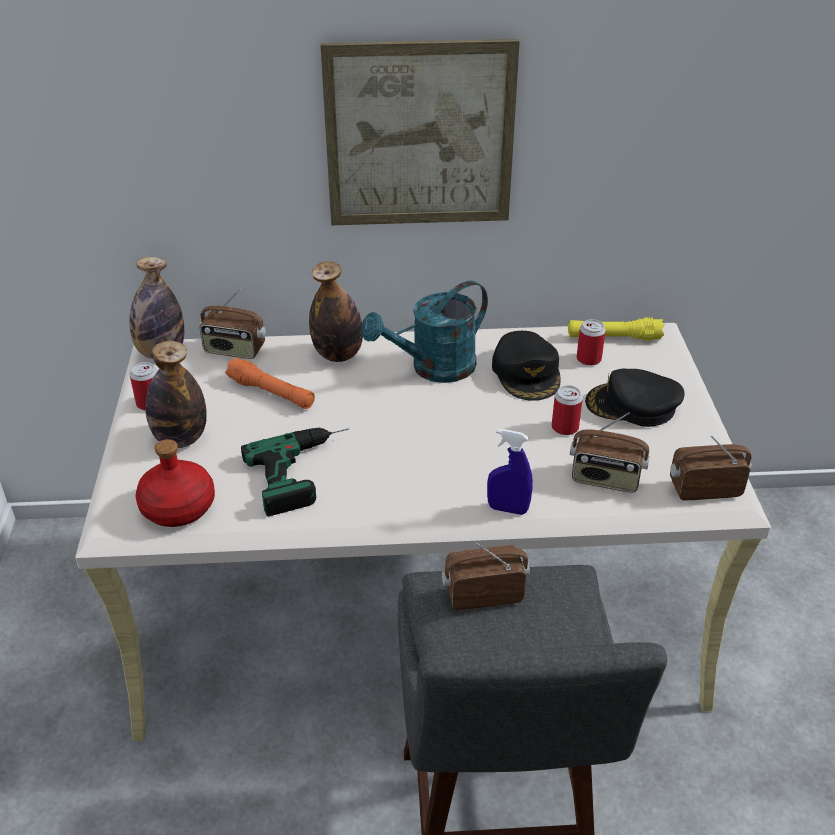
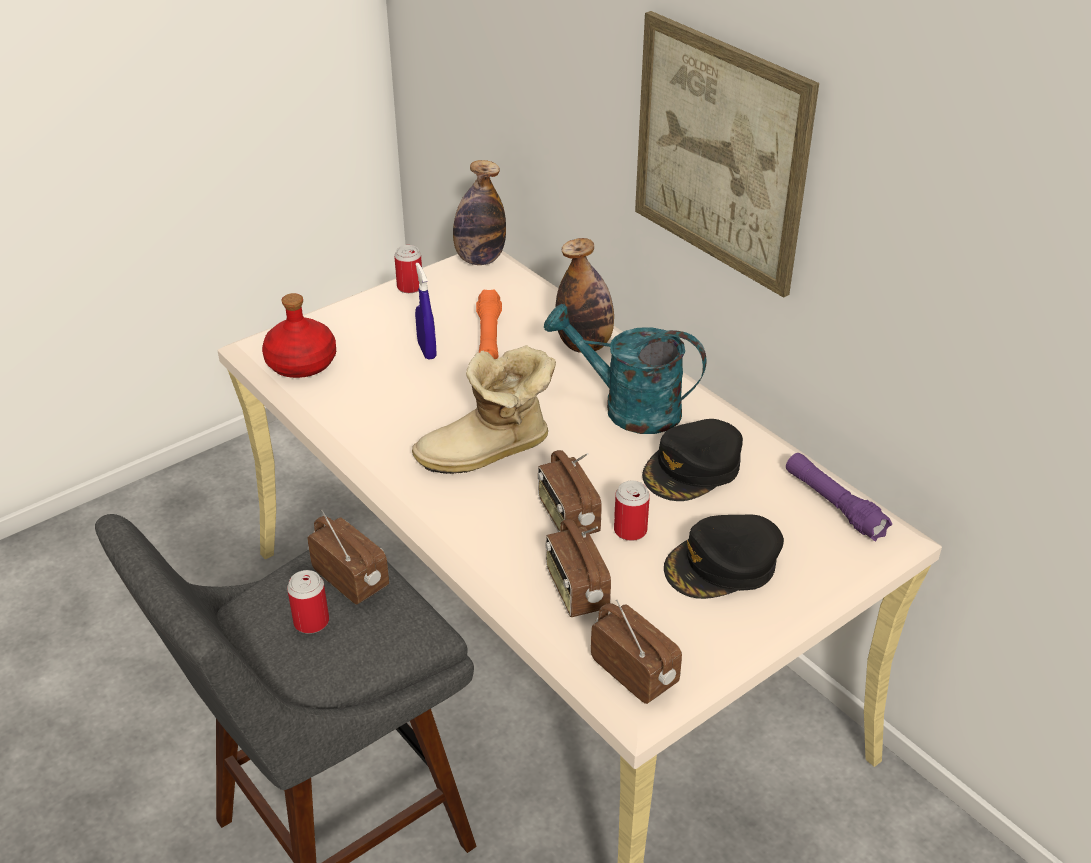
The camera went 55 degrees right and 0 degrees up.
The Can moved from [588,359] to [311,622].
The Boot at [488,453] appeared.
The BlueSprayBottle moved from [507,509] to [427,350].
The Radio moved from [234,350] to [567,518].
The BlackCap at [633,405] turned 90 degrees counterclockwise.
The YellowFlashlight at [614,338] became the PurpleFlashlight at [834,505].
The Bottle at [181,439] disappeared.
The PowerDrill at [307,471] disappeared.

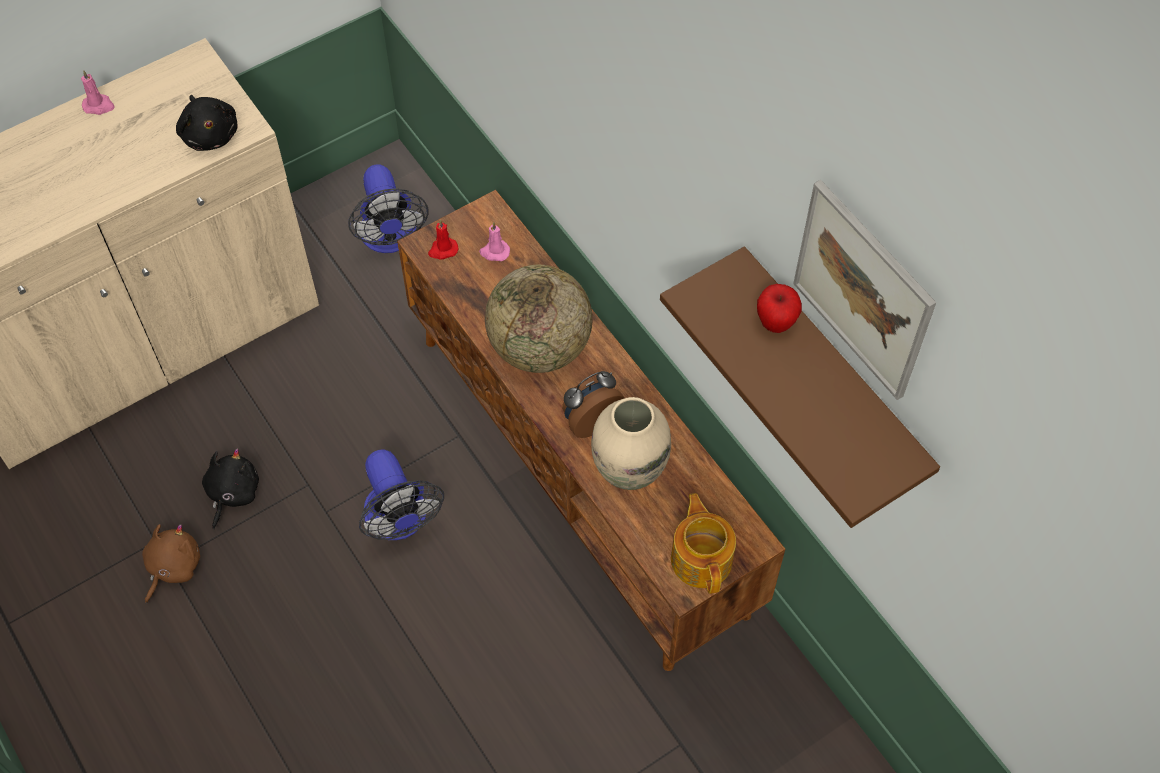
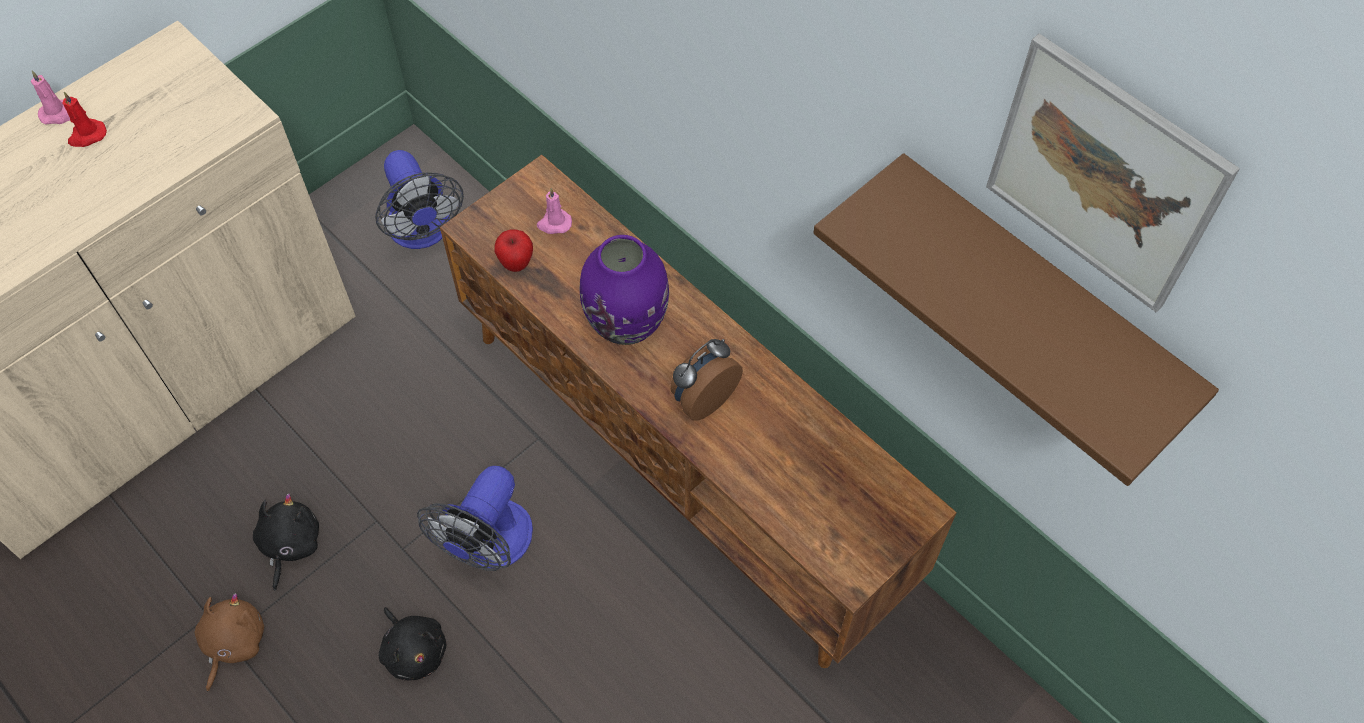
The camera went 10 degrees left and 0 degrees up.
The RedCandle moved from [442,250] to [87,135].
The BlackPlushToy moved from [210,134] to [414,650].
The Fan at [400,521] turned 60 degrees clockwise.
The Apple moved from [776,322] to [516,263].
The Globe at [540,347] was replaced by the PurpleVase at [627,323].
The BeigeVase at [628,469] disappeared.
The Teapot at [702,558] disappeared.

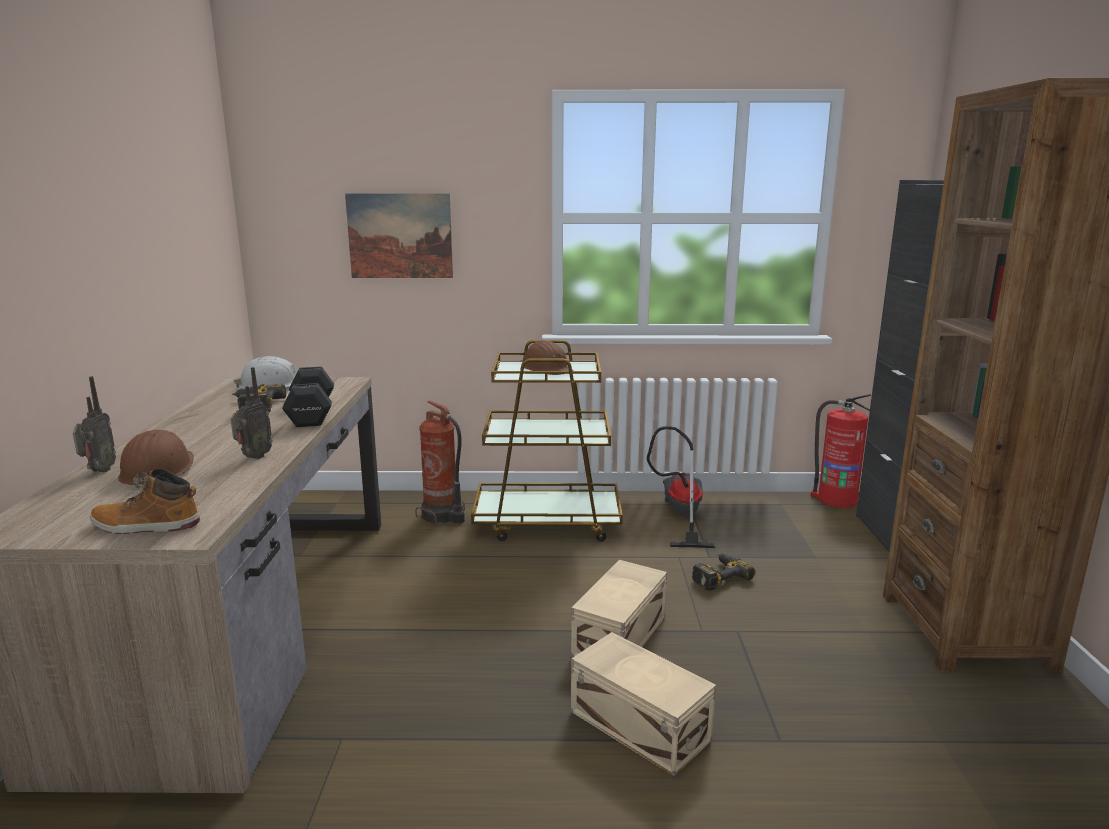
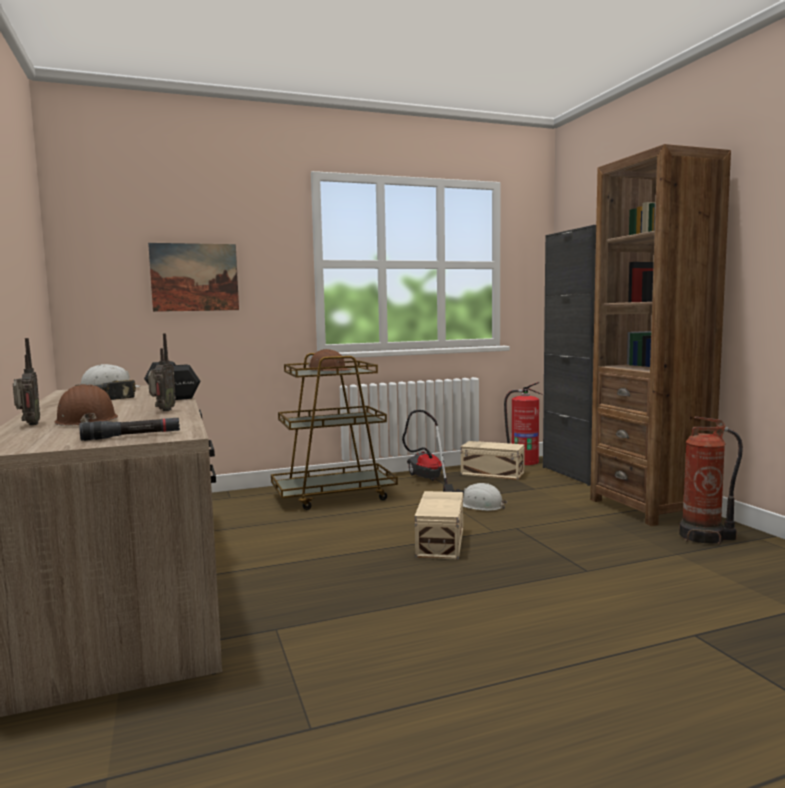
The camera went 20 degrees left and 10 degrees down.
The Boot at [146,526] was replaced by the BlackFlashlight at [131,436].
The BeigeStorageBox moved from [639,723] to [491,473].
The PowerDrill at [717,576] was replaced by the WhiteHardHat at [480,505].
The FireExtinguisher moved from [442,516] to [704,538].

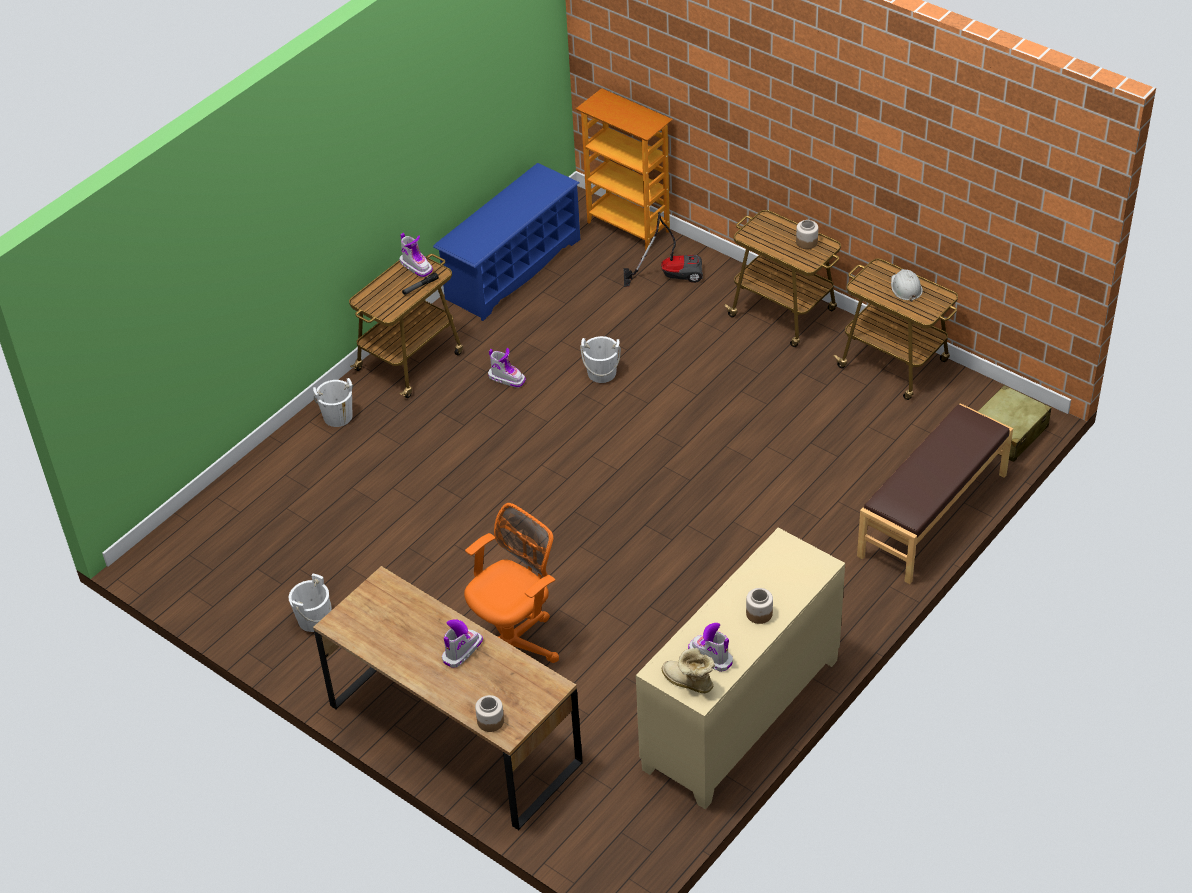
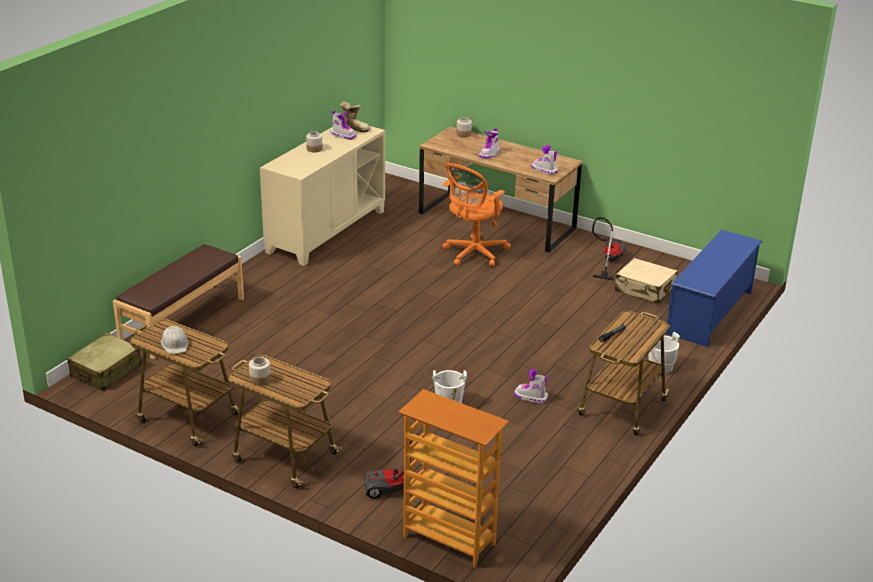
The camera went 170 degrees right and 15 degrees down.
The Boot moved from [416,266] to [544,170].
The WhiteBucket at [314,619] was replaced by the VacuumCleaner at [608,261].
The BeigeSuitcase at [645,290] appeared.
The BlueShoeRack moved from [512,269] to [710,313].

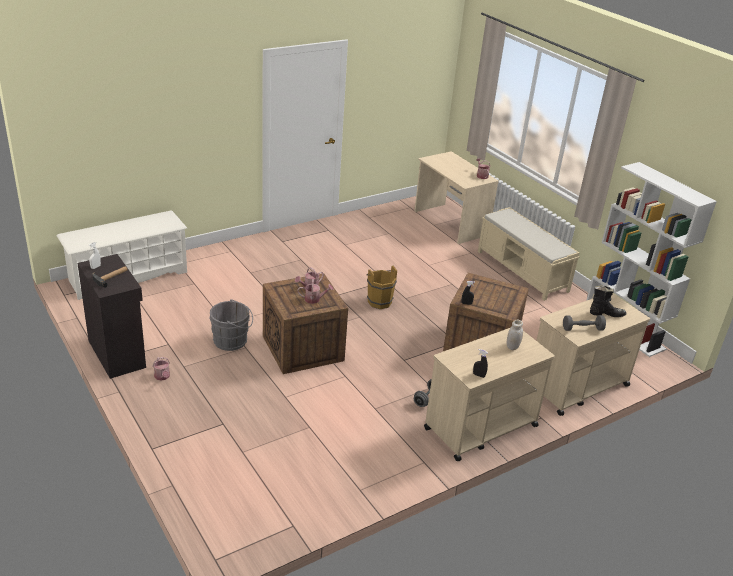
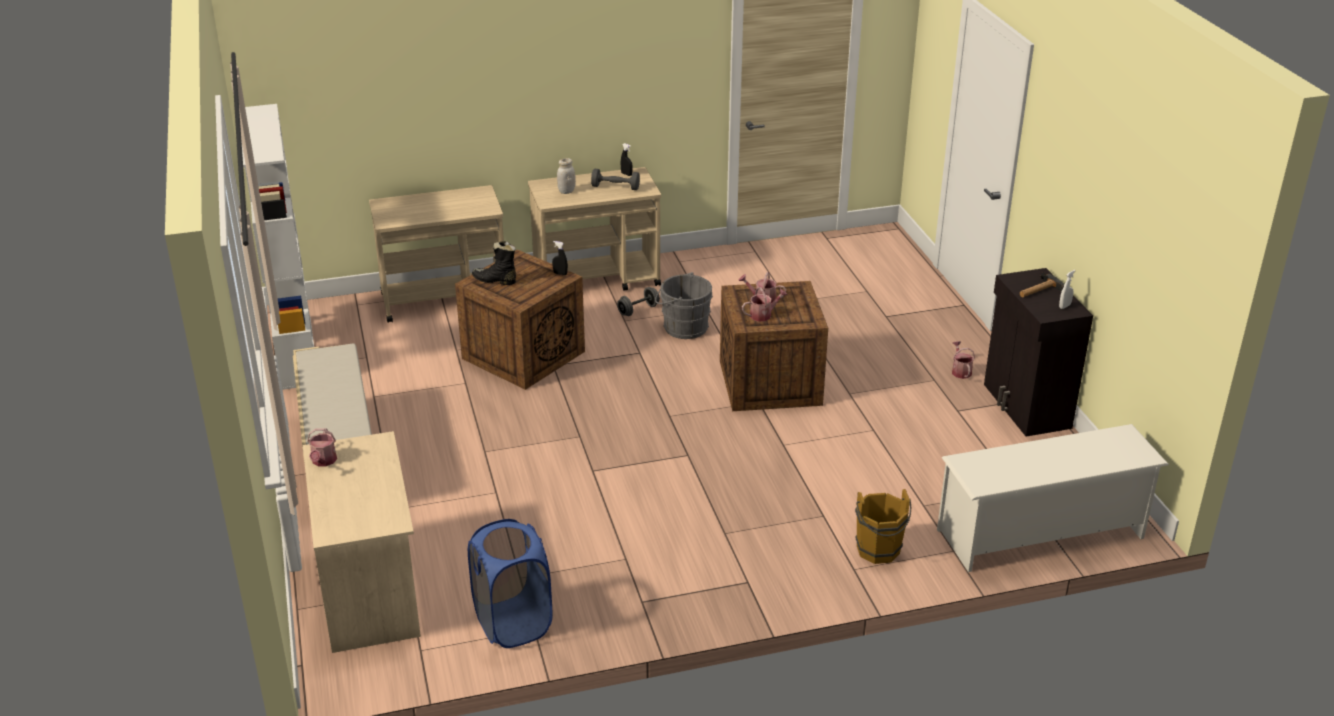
The camera went 160 degrees left and 0 degrees up.
The BlueLaundryBasket at [512,623] appeared.
The BlackBoot moved from [606,314] to [495,280].
The GreyDumbbell moved from [582,329] to [615,187].
The GreyBucket moved from [232,341] to [682,327].
The BrownBucket moved from [378,301] to [878,552].

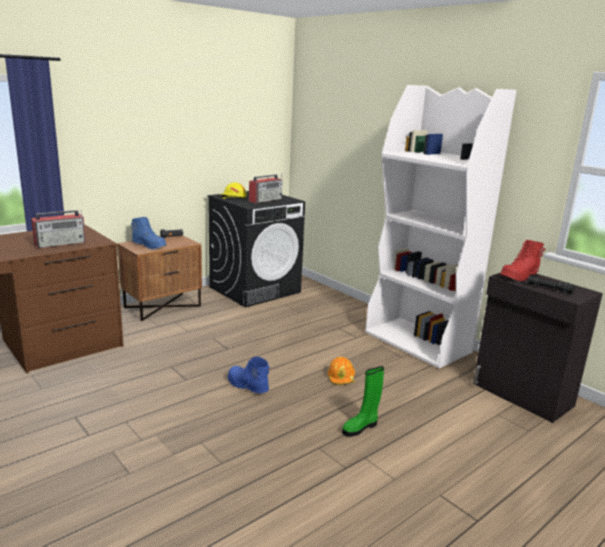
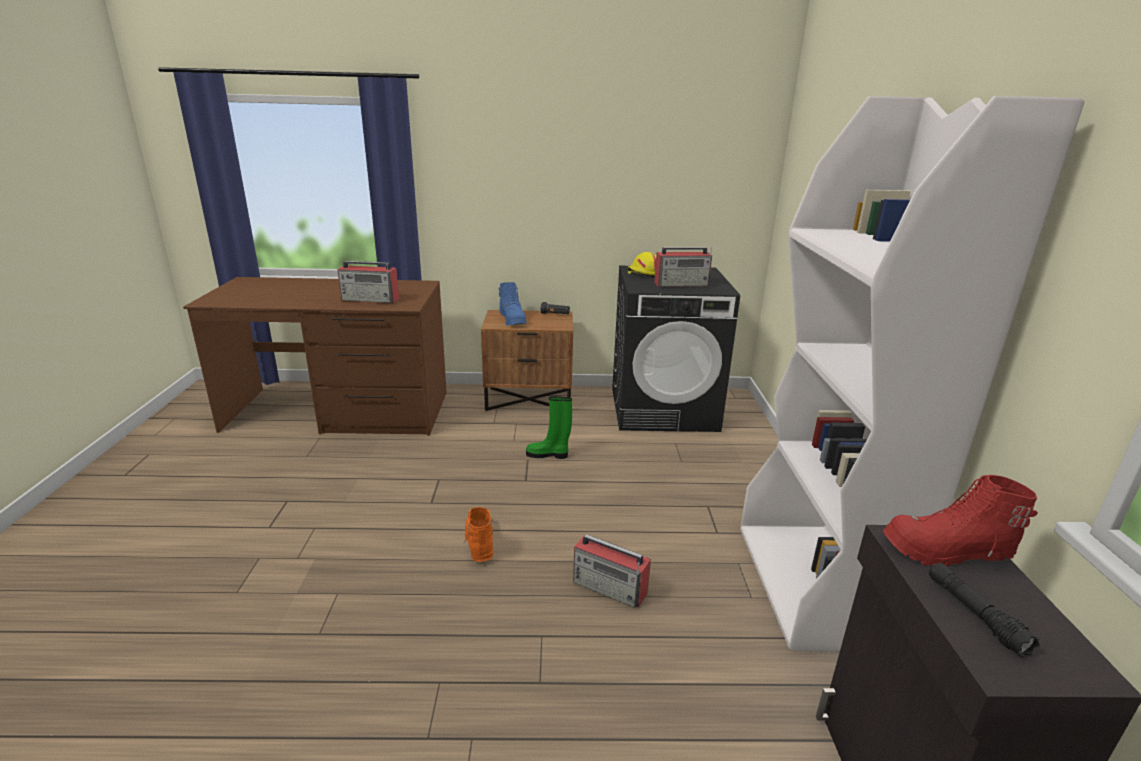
The camera went 40 degrees right and 5 degrees up.
The BlueBoot at [247,386] became the OrangeBoot at [479,542].
The GreenBoot moved from [360,427] to [548,454].
The OrangeHardHat at [341,377] was replaced by the Radio at [610,587].

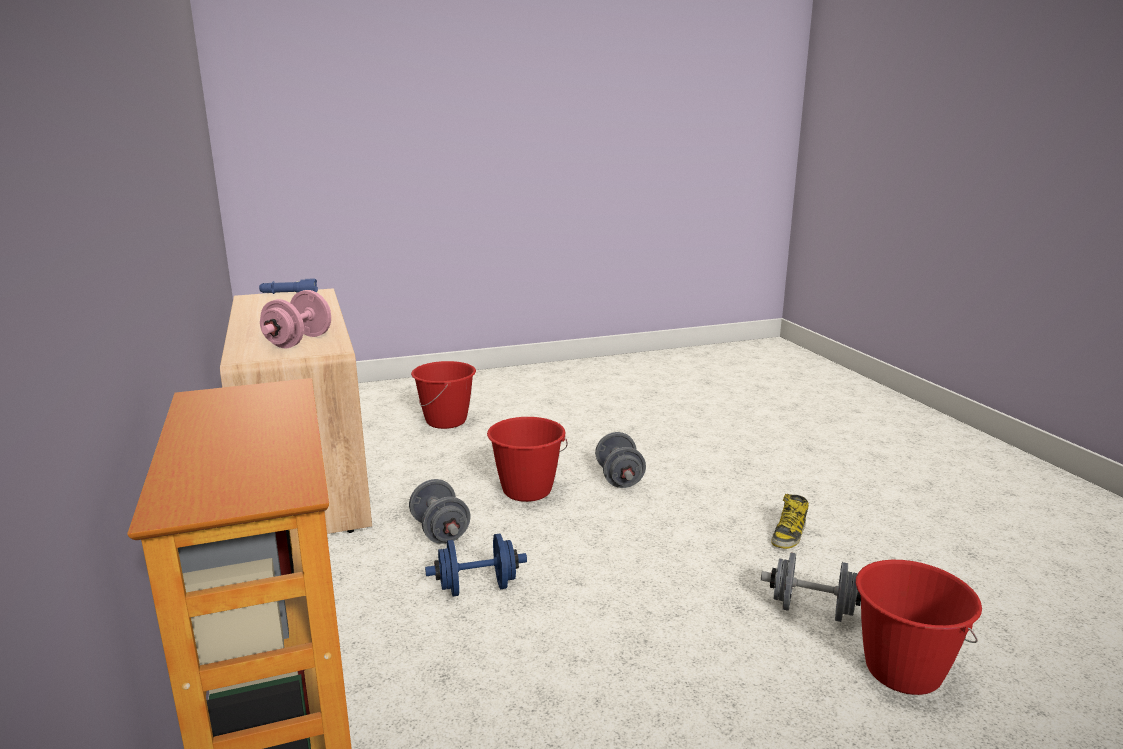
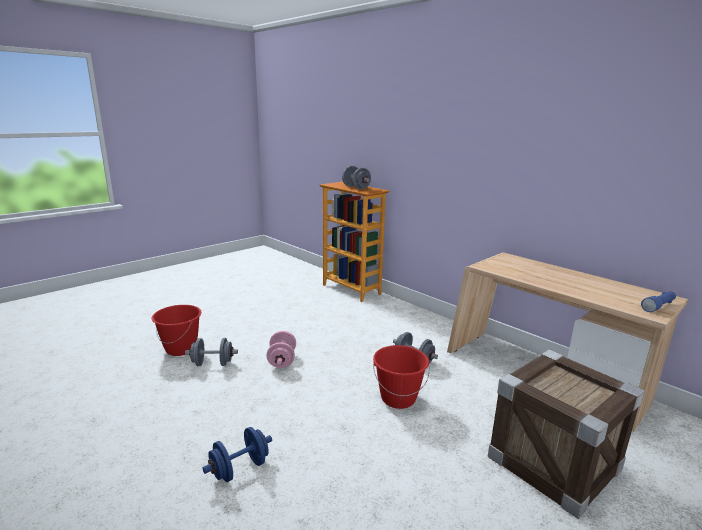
The camera went 155 degrees right and 0 degrees up.
The BlueDumbbell moved from [477,587] to [240,468].
The PinkDumbbell moved from [299,341] to [282,360].
The GreyDumbbell moved from [619,478] to [356,188].
The RedBucket at [446,421] was replaced by the Crate at [553,463].
The Boot at [789,534] disappeared.

